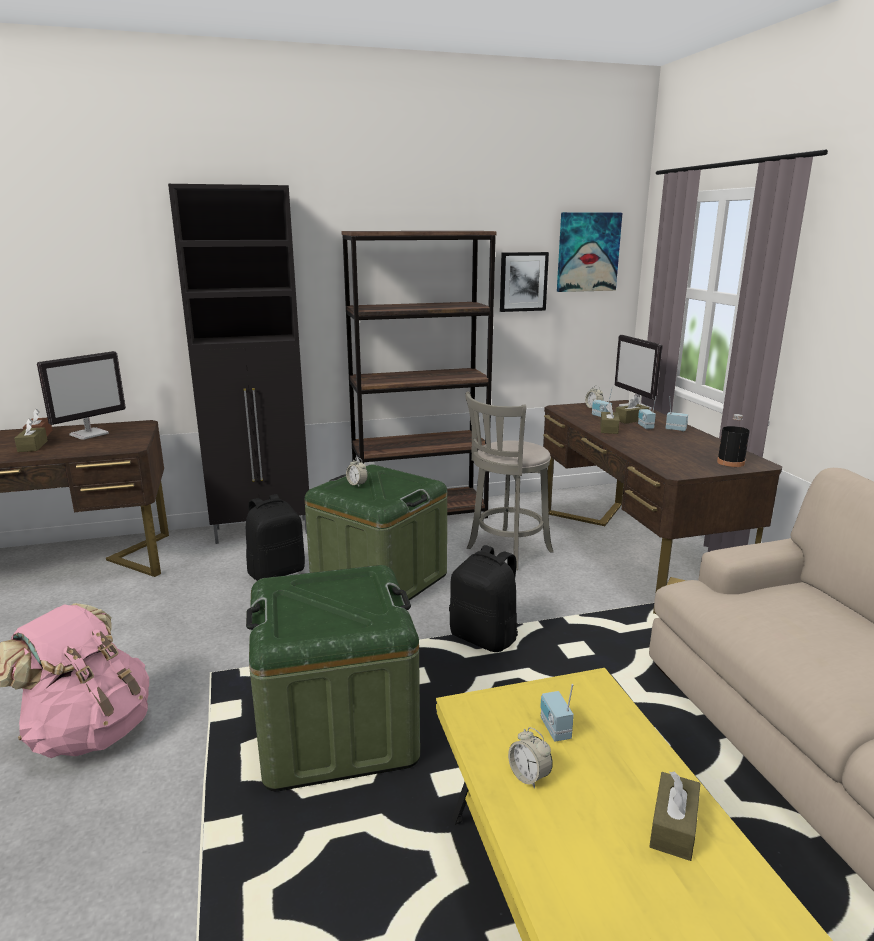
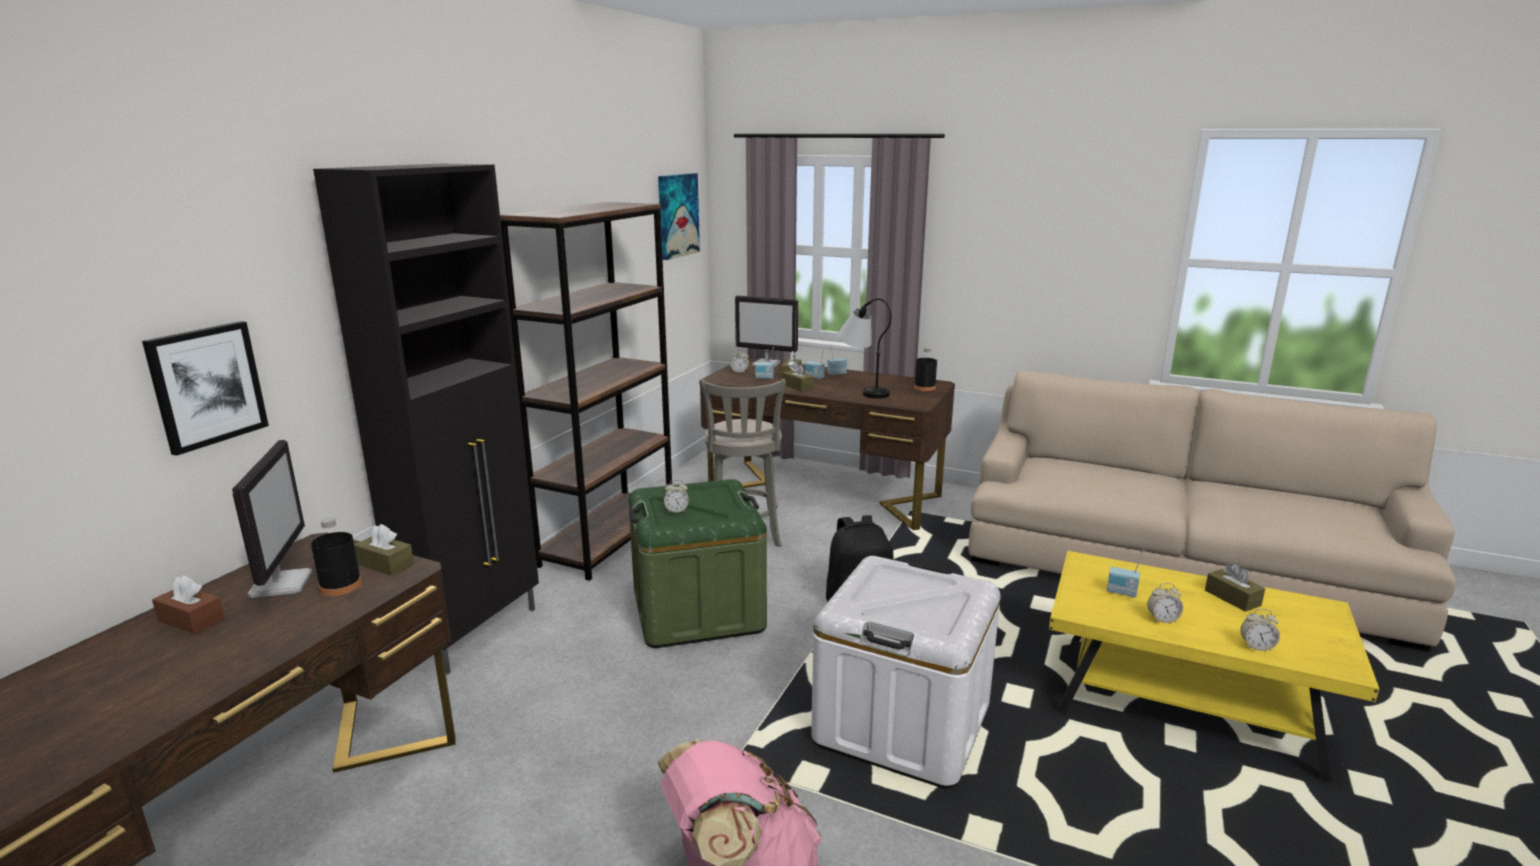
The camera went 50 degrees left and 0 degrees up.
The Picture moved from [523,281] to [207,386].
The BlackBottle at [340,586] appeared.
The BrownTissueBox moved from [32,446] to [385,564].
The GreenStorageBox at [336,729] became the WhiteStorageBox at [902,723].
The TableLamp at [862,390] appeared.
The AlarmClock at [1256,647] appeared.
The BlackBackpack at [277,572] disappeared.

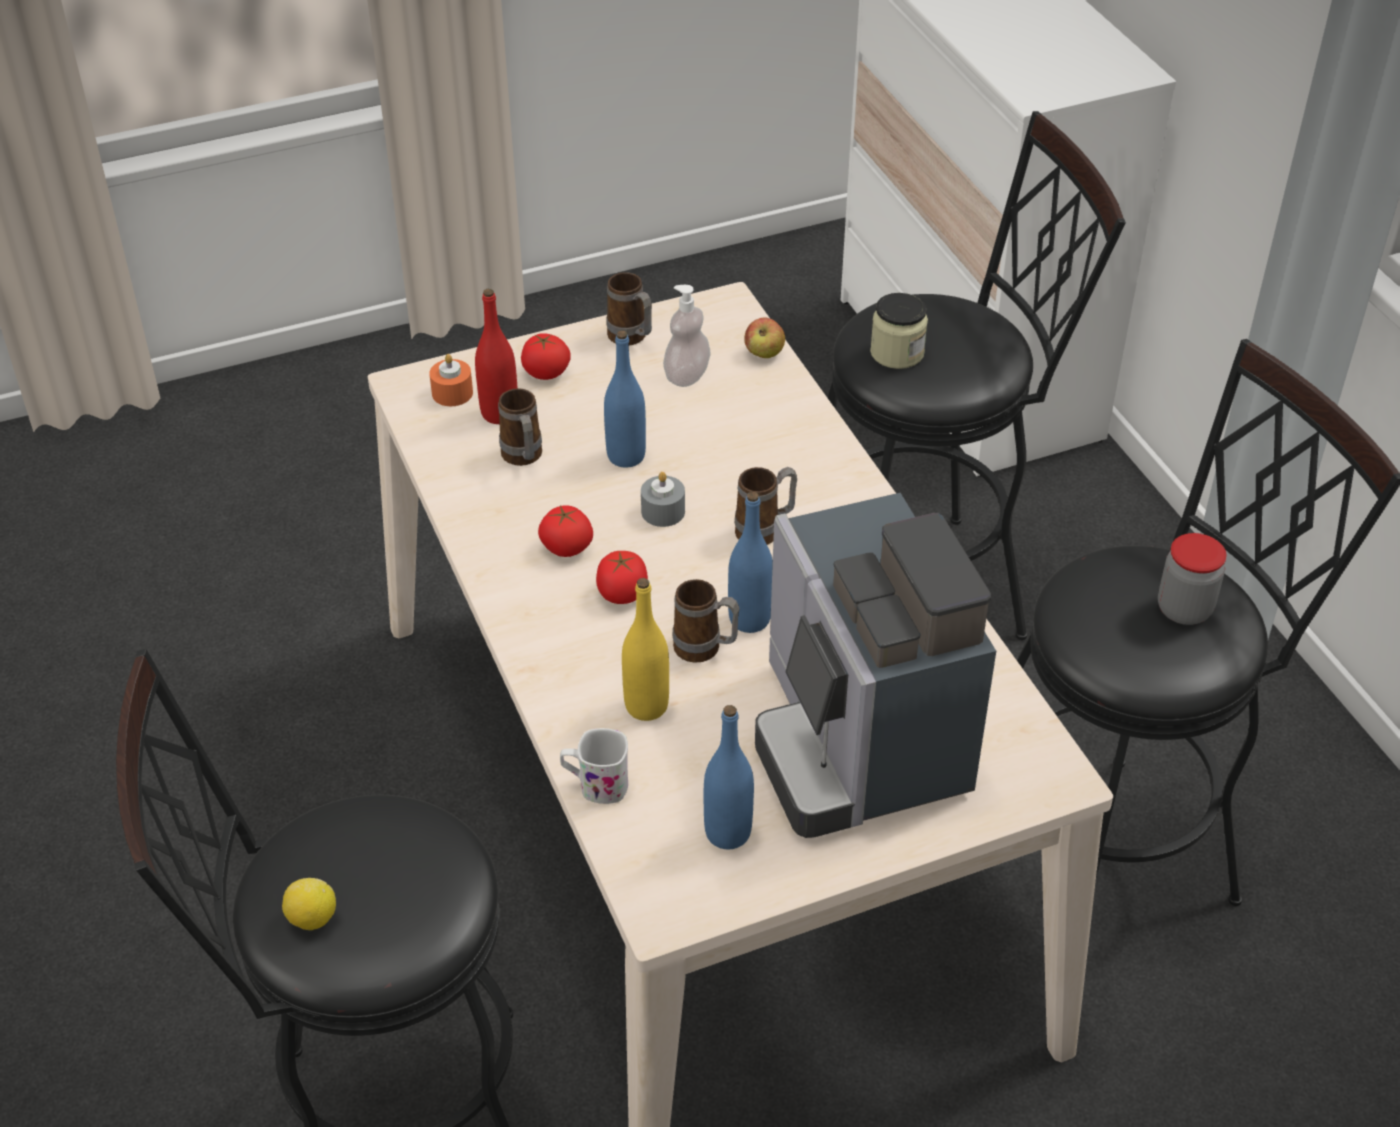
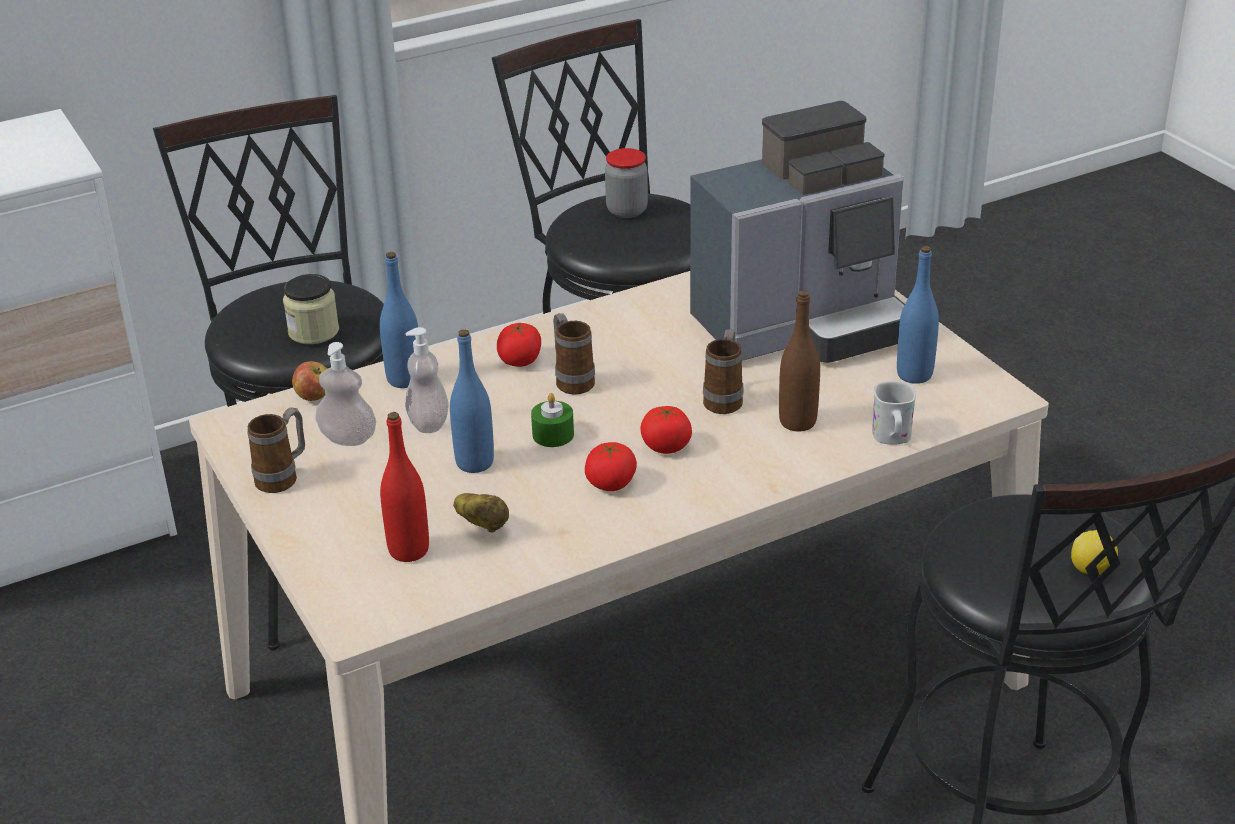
The camera went 95 degrees left and 10 degrees down.
The BlueBottle moved from [749,619] to [404,379].
The SoapDispenser at [428,423] appeared.
The Mug at [523,459] was replaced by the Potato at [483,525].
The Tomato moved from [546,372] to [520,361].
The GreyCandle at [663,511] became the GreenCandle at [553,435].
The YellowBottle at [646,706] became the BrownBottle at [797,422].
The OrangeCandle at [452,393] disappeared.

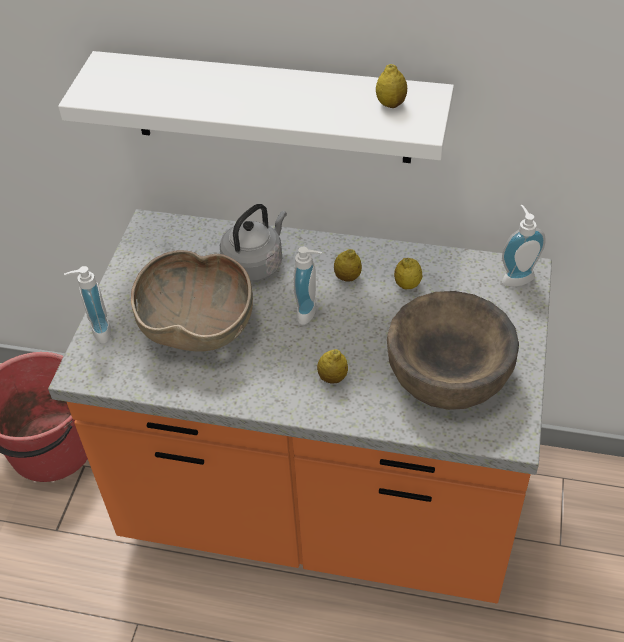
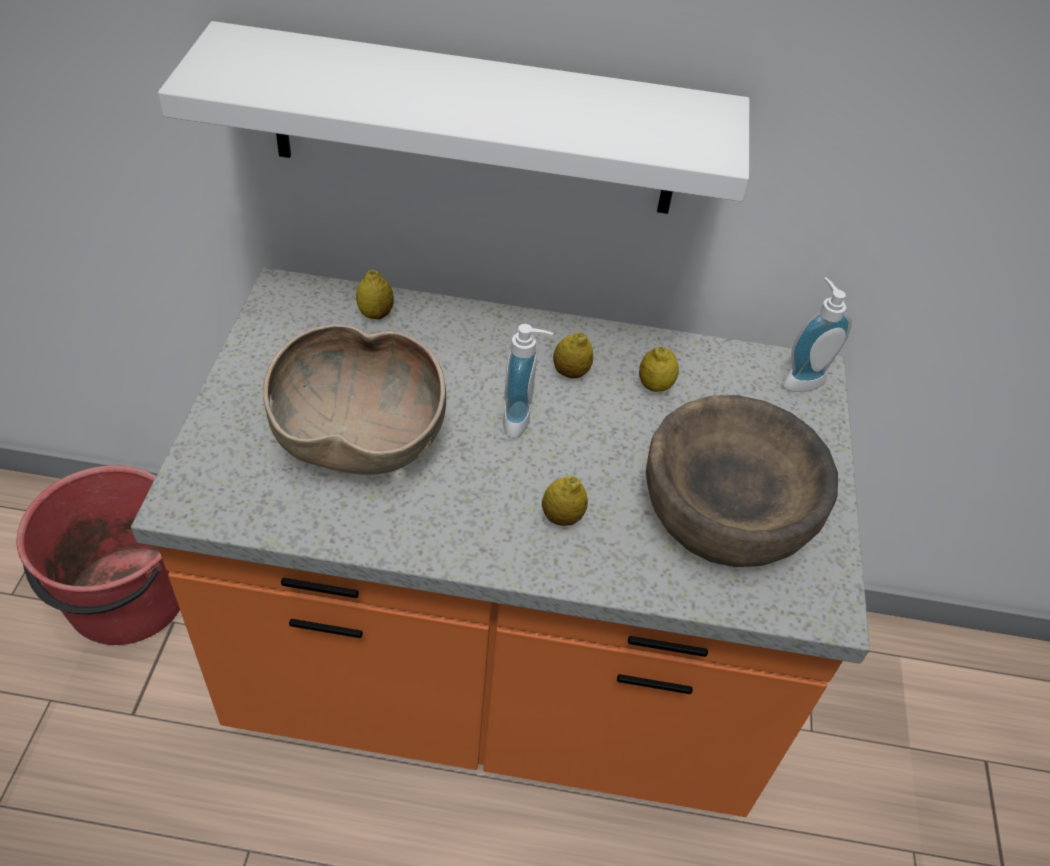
The camera went 10 degrees left and 0 degrees up.
The Lemon moved from [391,104] to [375,314].
The SoapDispenser at [97,332] disappeared.
The GreyKettle at [255,264] disappeared.

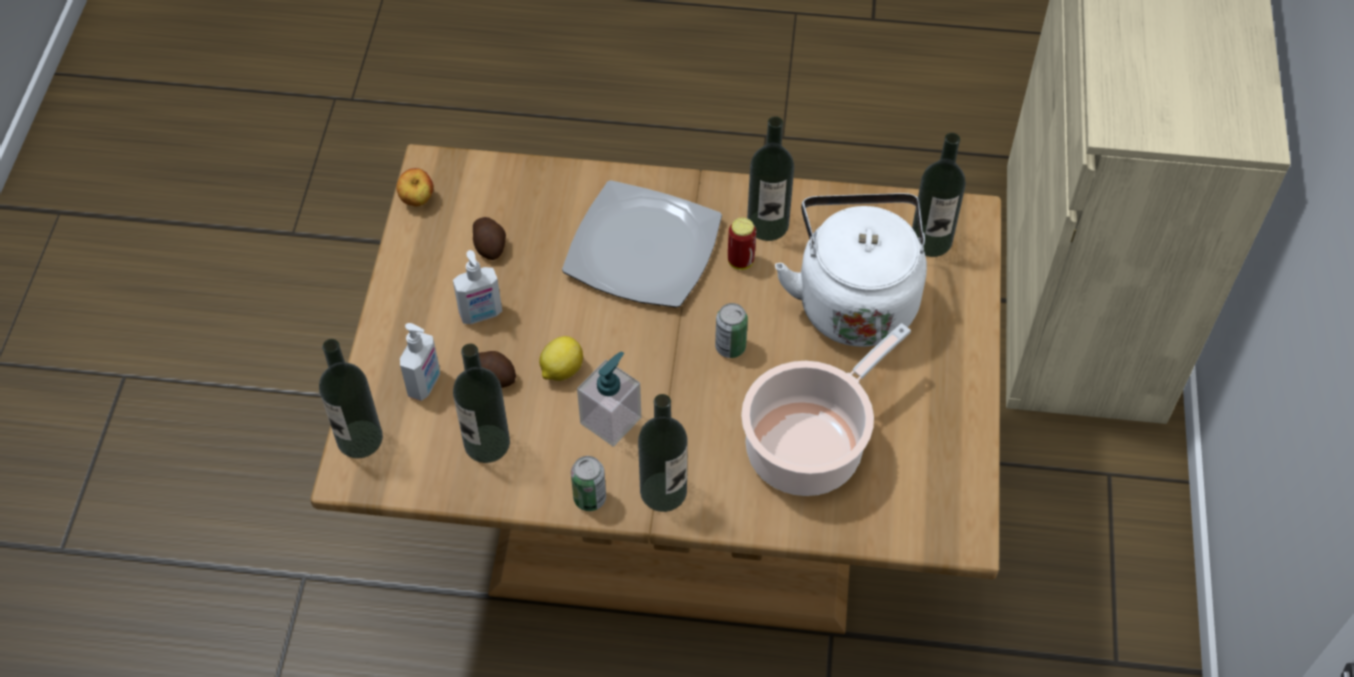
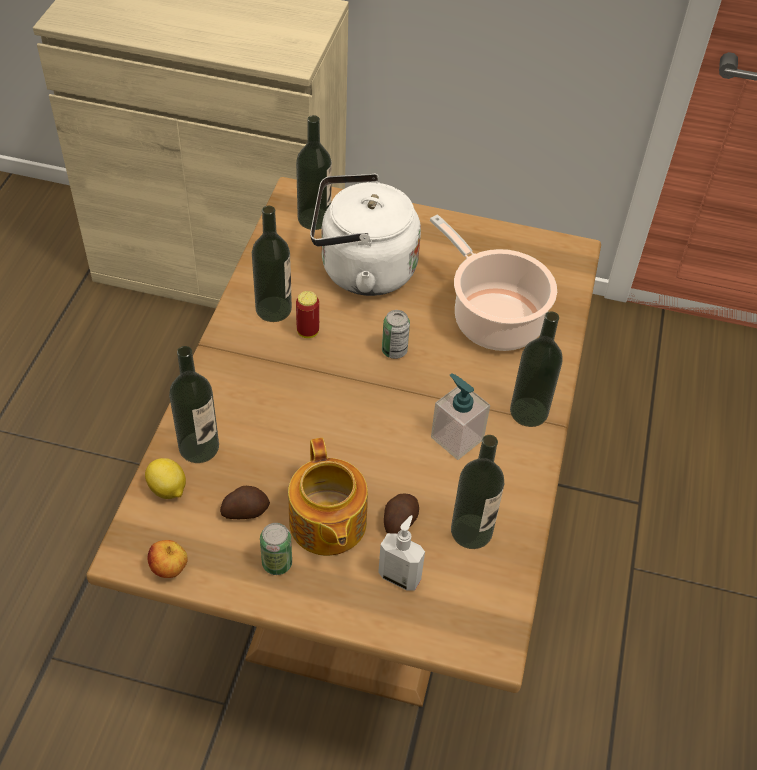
The camera went 85 degrees left and 5 degrees down.
The Lemon moved from [561,370] to [168,490].
The Bottle moved from [360,439] to [199,447].
The Can moved from [590,498] to [277,563].
The SoapDispenser at [481,314] was replaced by the Teapot at [327,524].
The Plate at [642,248] disappeared.

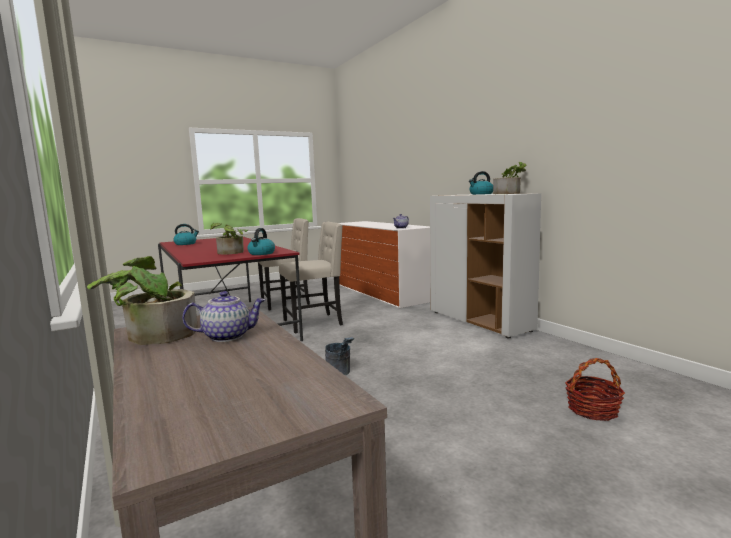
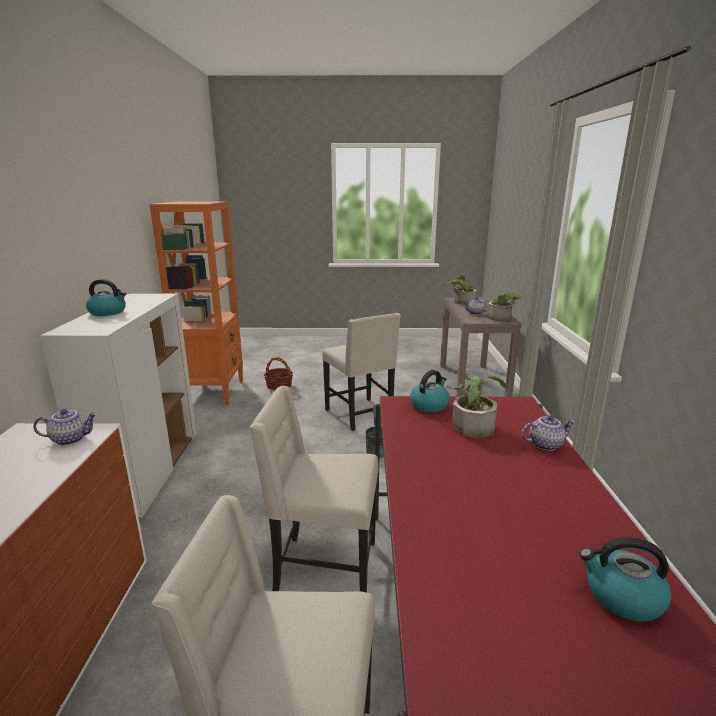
The camera went 150 degrees left and 10 degrees up.
The OrangeBookcase at [213,392] appeared.
The BeigeChair at [361,415] appeared.
The PottedPlant moved from [510,193] to [461,302].
The Teapot at [545,444] appeared.

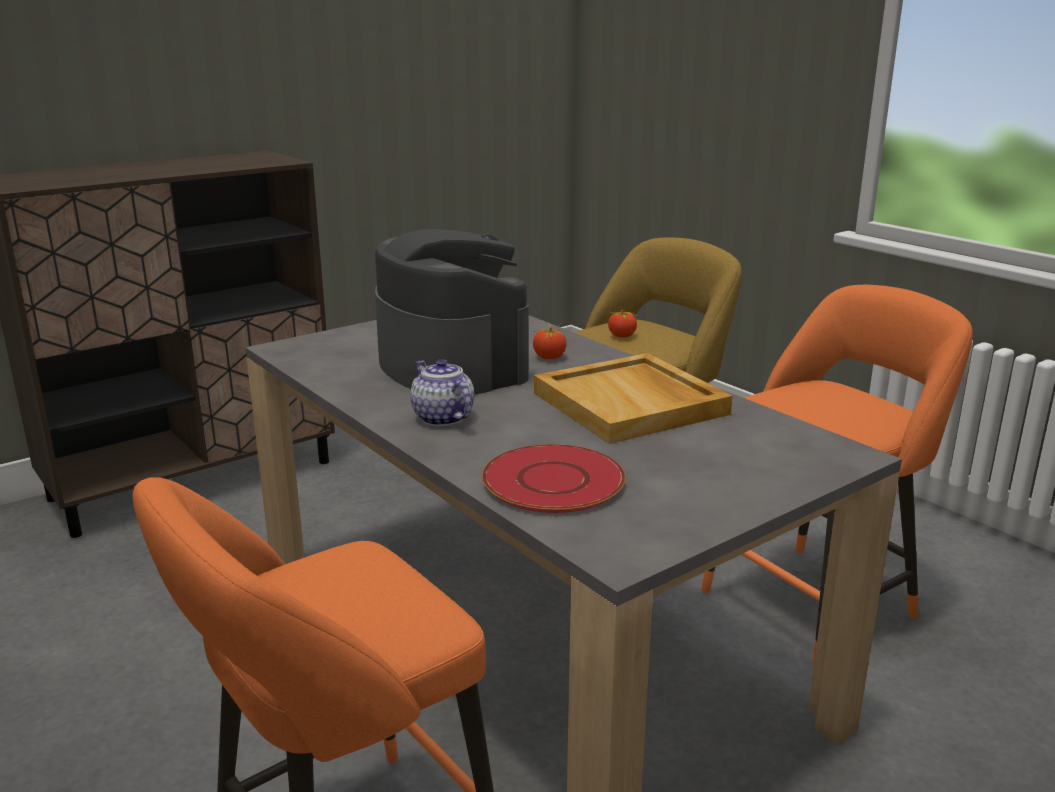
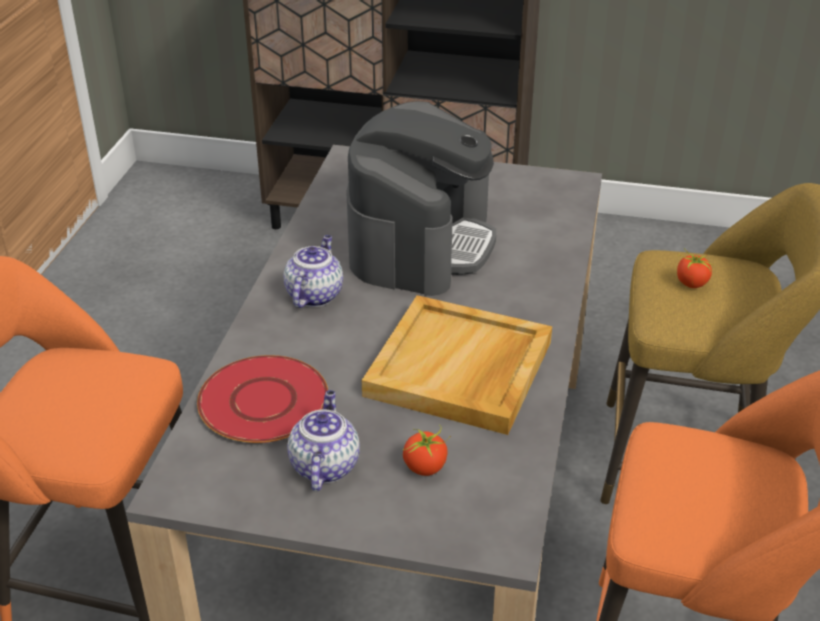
The camera went 50 degrees right and 15 degrees up.
The Teapot at [324,465] appeared.
The Tomato moved from [549,357] to [425,467].

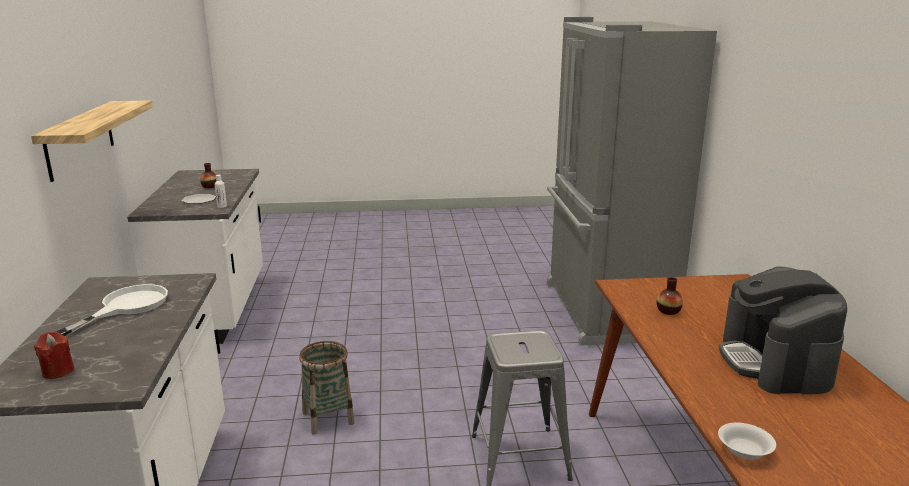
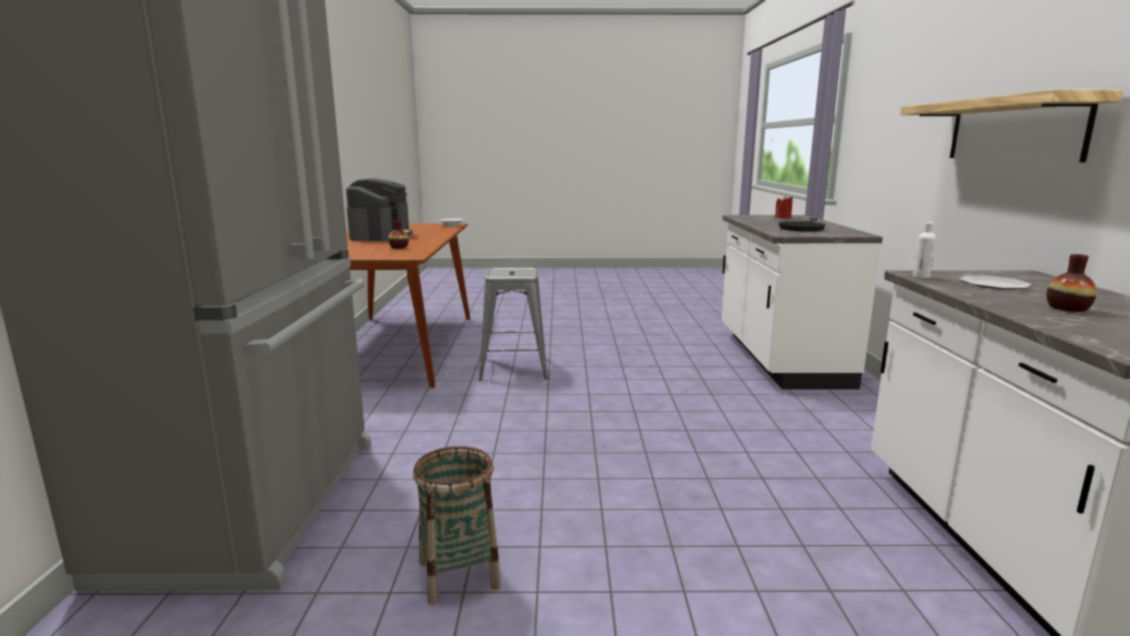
The camera went 175 degrees left and 5 degrees down.
The Basket moved from [328,418] to [458,574].
The WhiteFryingPan at [126,307] became the BlackFryingPan at [803,227].

